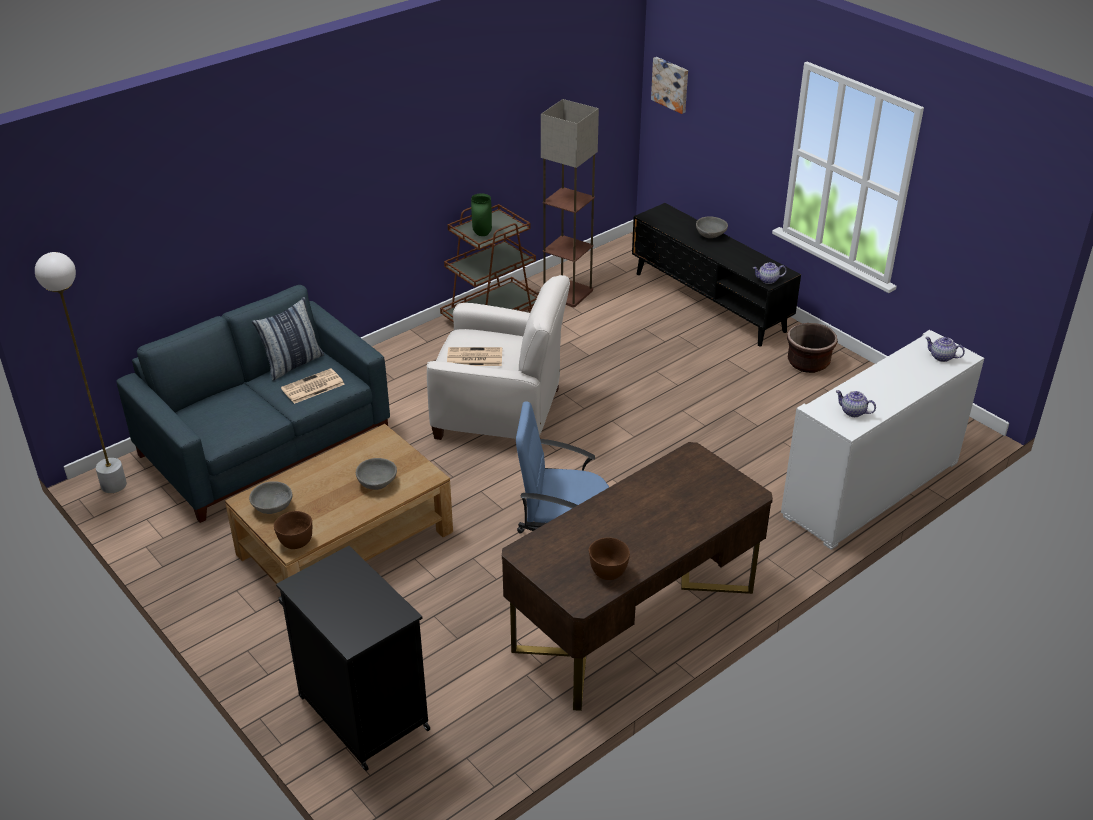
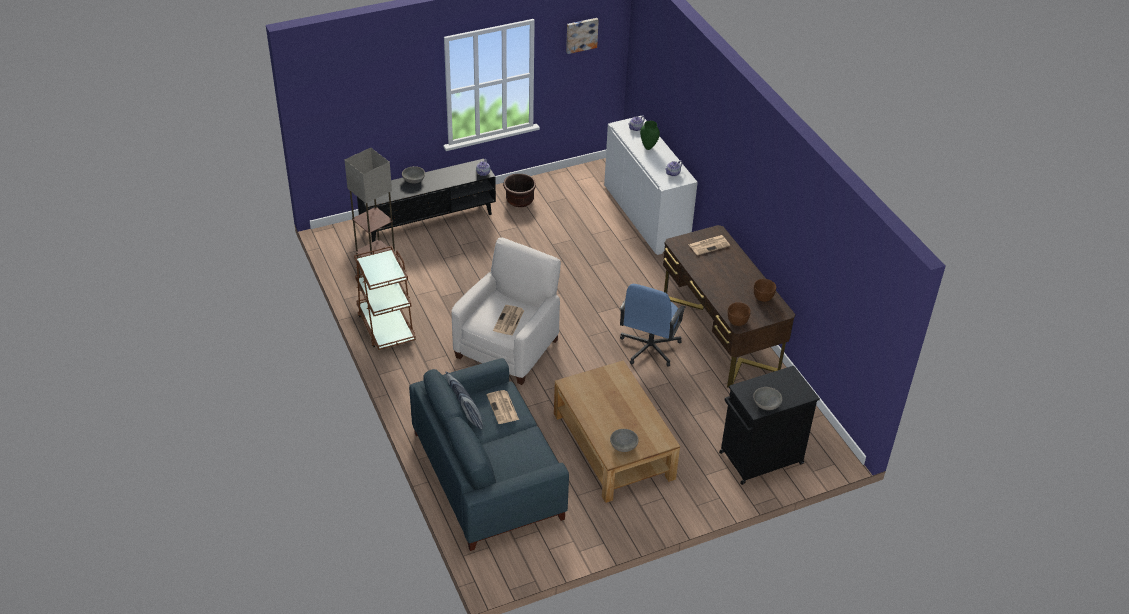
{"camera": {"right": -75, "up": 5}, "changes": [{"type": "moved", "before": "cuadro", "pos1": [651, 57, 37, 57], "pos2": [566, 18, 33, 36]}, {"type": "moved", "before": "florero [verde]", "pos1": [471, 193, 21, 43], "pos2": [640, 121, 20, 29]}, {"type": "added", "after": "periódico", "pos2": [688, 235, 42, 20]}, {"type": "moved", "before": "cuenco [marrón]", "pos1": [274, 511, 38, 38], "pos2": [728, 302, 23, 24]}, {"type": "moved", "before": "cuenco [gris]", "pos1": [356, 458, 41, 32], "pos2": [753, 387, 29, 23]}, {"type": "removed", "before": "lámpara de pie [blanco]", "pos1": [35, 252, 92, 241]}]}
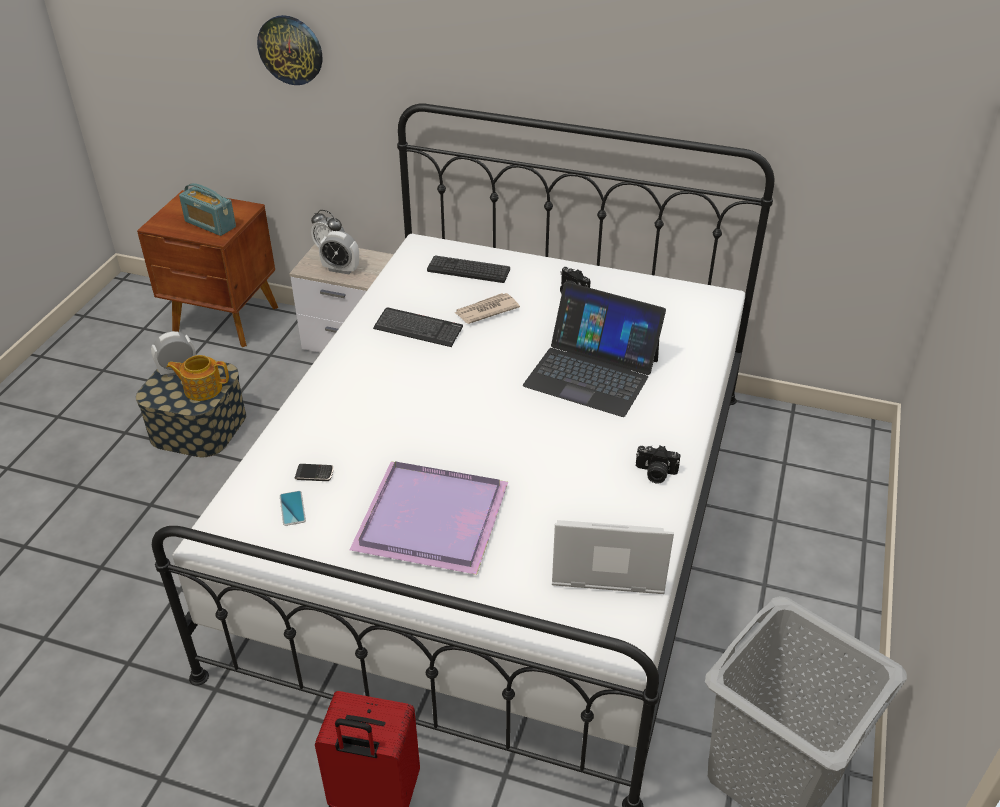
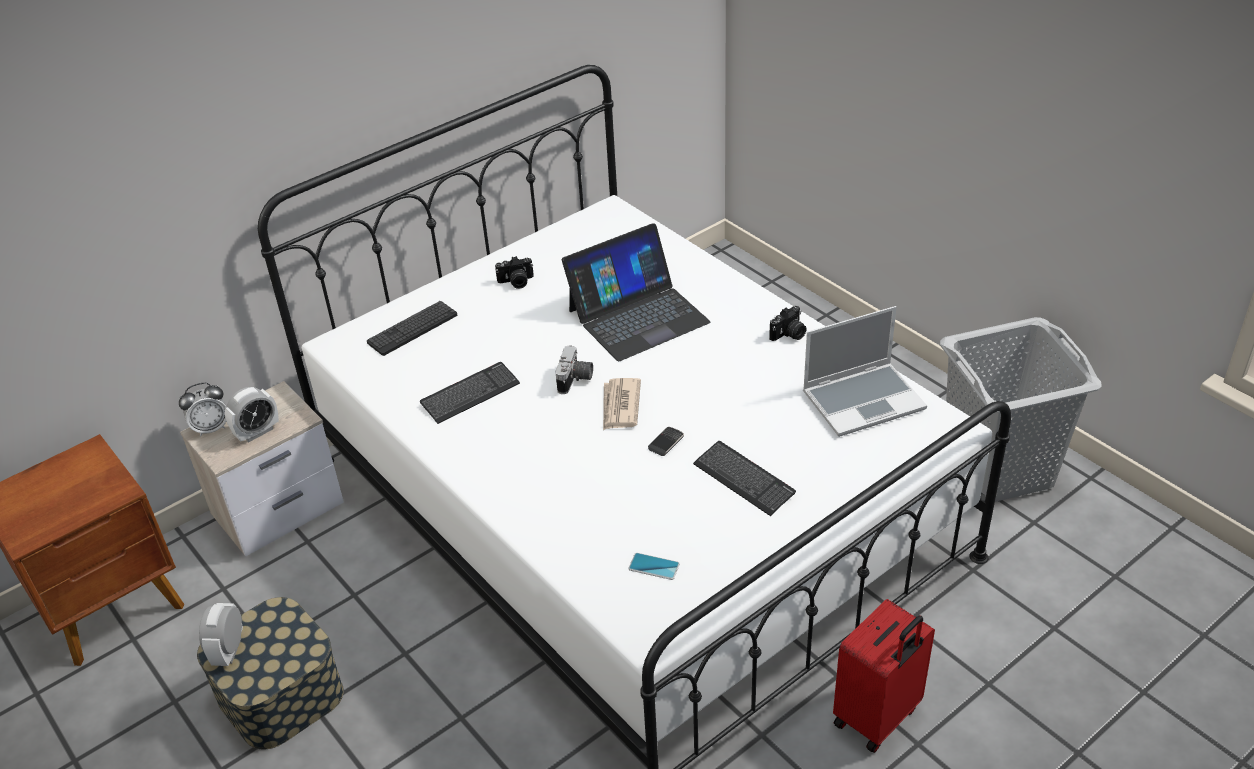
{"camera": {"right": -55, "up": 0}, "changes": [{"type": "added", "after": "cámara", "pos2": [555, 346, 38, 48]}, {"type": "moved", "before": "periódico", "pos1": [455, 293, 65, 31], "pos2": [603, 378, 38, 52]}, {"type": "moved", "before": "móvil", "pos1": [294, 464, 40, 17], "pos2": [648, 427, 36, 29]}, {"type": "replaced", "before": "bandeja [morado]", "after": "teclado", "pos1": [349, 461, 159, 114], "pos2": [693, 441, 103, 75]}, {"type": "turned", "before": "portátil", "pos1": [552, 520, 122, 74], "pos2": [803, 306, 124, 131], "turn": -150}, {"type": "removed", "before": "tetera", "pos1": [167, 355, 62, 46]}, {"type": "removed", "before": "radio", "pos1": [179, 183, 57, 53]}, {"type": "removed", "before": "reloj de pared", "pos1": [257, 15, 65, 70]}]}
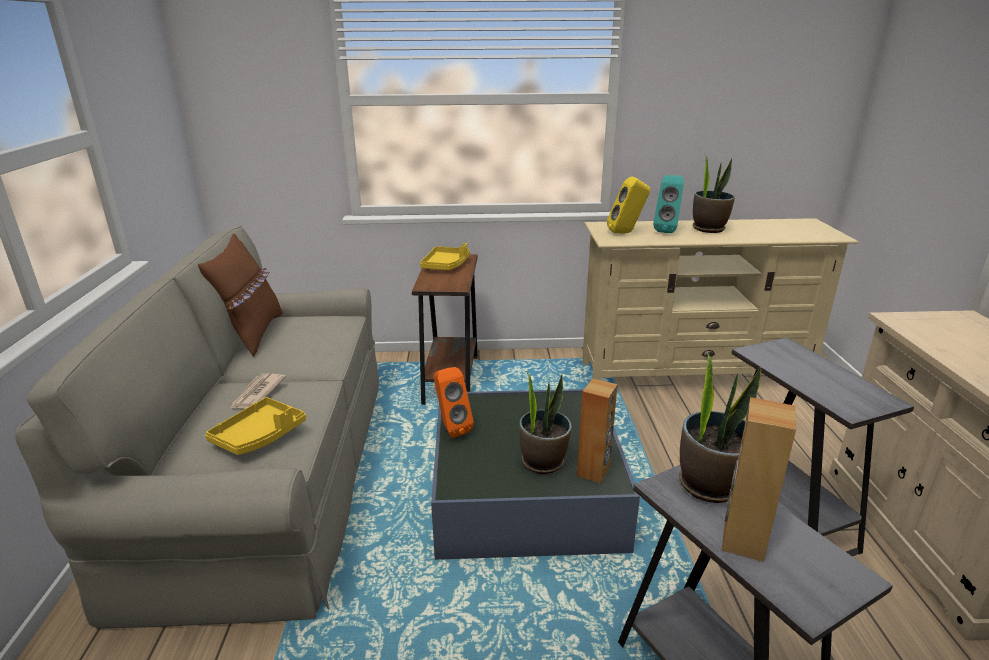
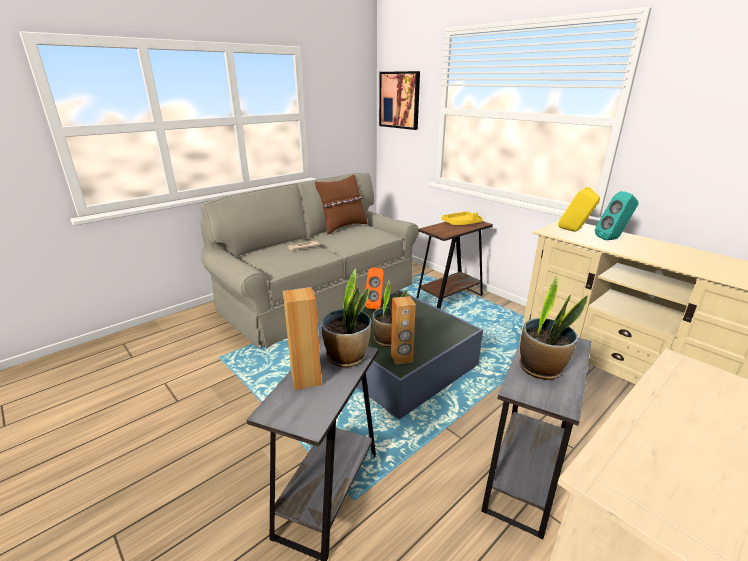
{"camera": {"right": 50, "up": 0}, "changes": [{"type": "added", "after": "cuadro", "pos2": [379, 71, 41, 59]}, {"type": "moved", "before": "planta en maceta", "pos1": [693, 154, 42, 79], "pos2": [519, 276, 69, 104]}, {"type": "removed", "before": "bandeja [amarillo]", "pos1": [205, 397, 101, 58]}]}
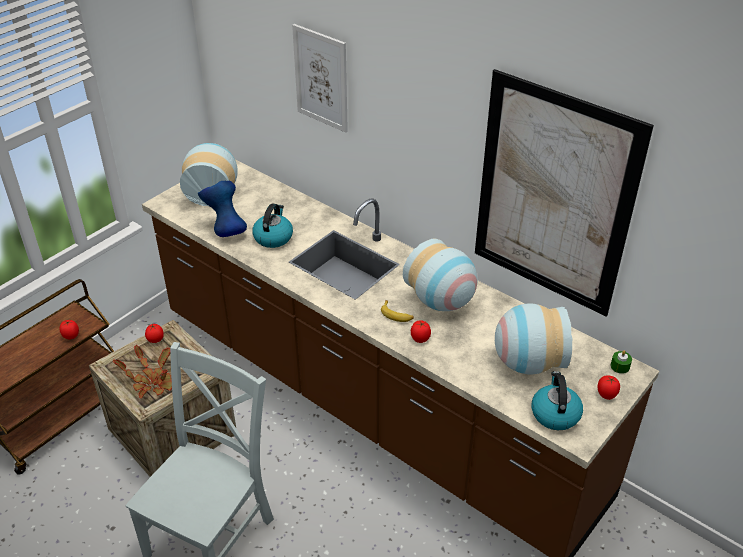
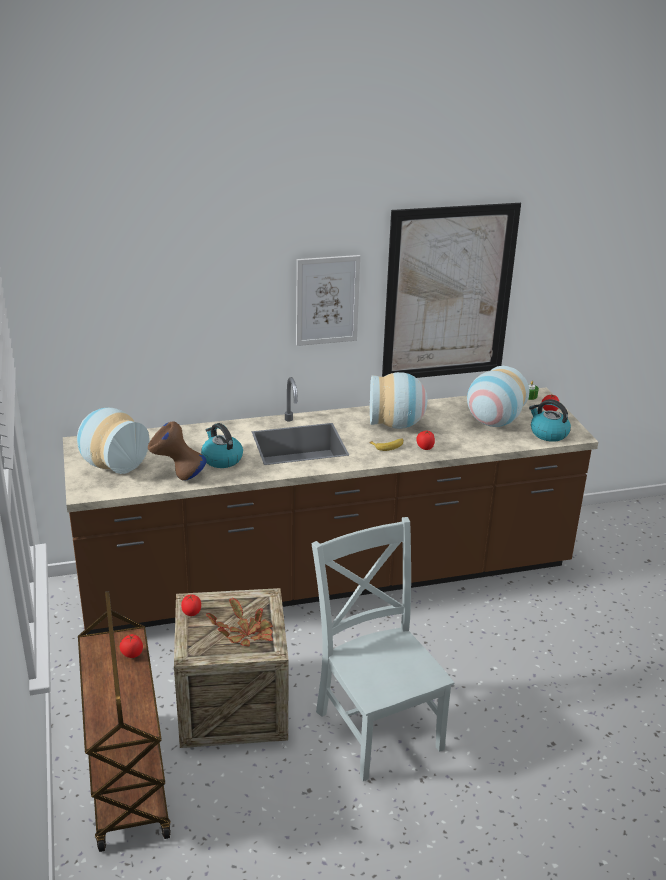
{"camera": {"right": -55, "up": -10}, "changes": [{"type": "recoloured", "before": "florero [azul]", "after": "florero [marrón]", "pos1": [198, 181, 49, 56], "pos2": [148, 421, 59, 60]}, {"type": "moved", "before": "cuadro", "pos1": [292, 24, 56, 109], "pos2": [296, 255, 64, 91]}]}
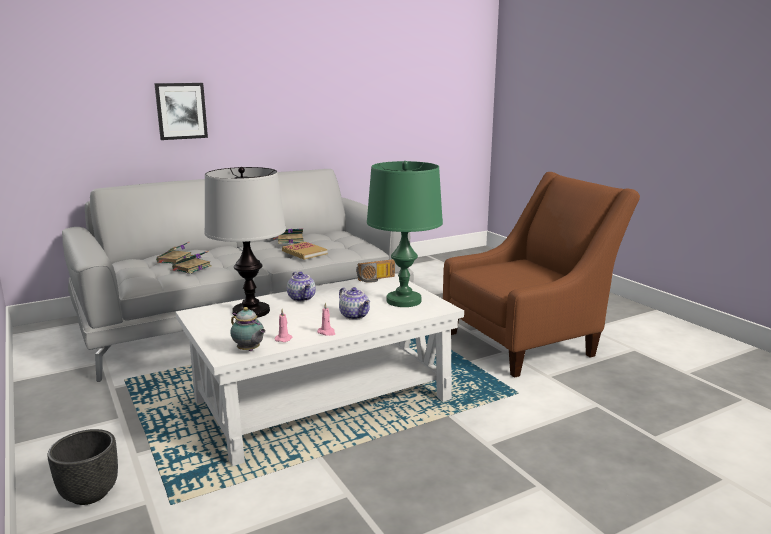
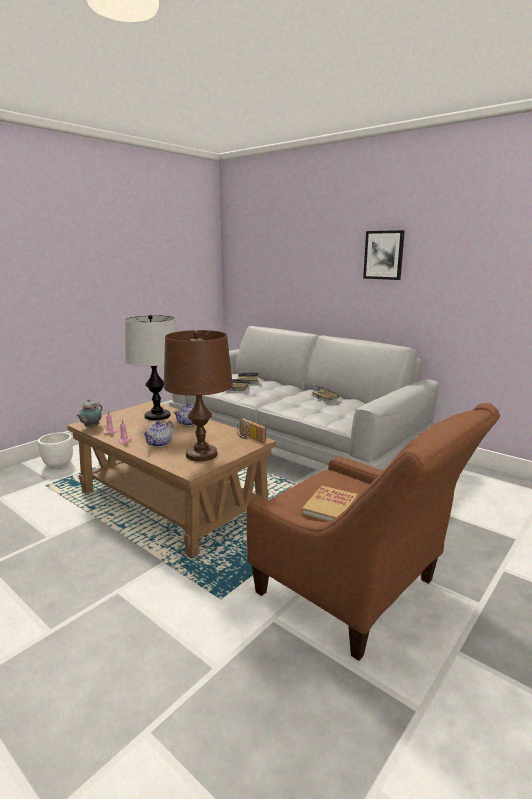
{"camera": {"right": 70, "up": 0}, "changes": [{"type": "recoloured", "before": "maceta [negro]", "after": "maceta [blanco]", "pos1": [47, 429, 71, 76], "pos2": [38, 432, 35, 36]}, {"type": "recoloured", "before": "mesa de centro [blanco]", "after": "mesa de centro [marrón]", "pos1": [175, 274, 289, 192], "pos2": [67, 401, 209, 157]}, {"type": "recoloured", "before": "lámpara de mesa [verde]", "after": "lámpara de mesa [marrón]", "pos1": [367, 161, 76, 146], "pos2": [164, 330, 69, 132]}, {"type": "moved", "before": "libro", "pos1": [282, 242, 46, 18], "pos2": [301, 486, 57, 35]}, {"type": "moved", "before": "cuadro", "pos1": [154, 83, 54, 57], "pos2": [363, 230, 42, 50]}]}
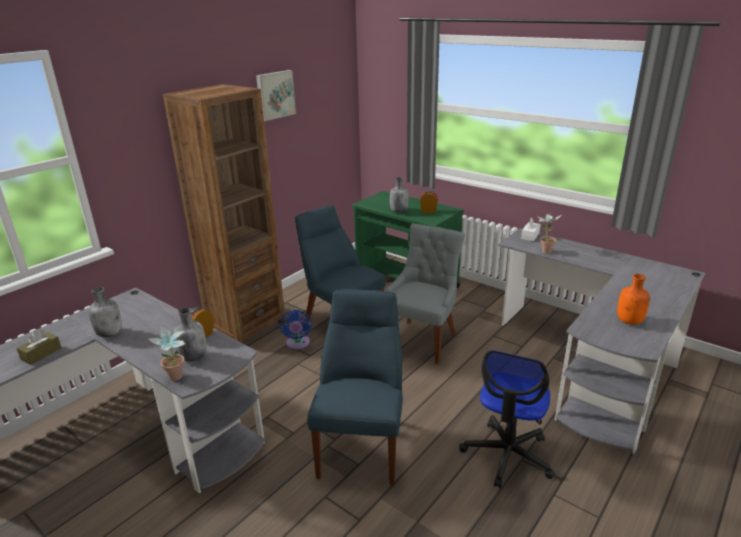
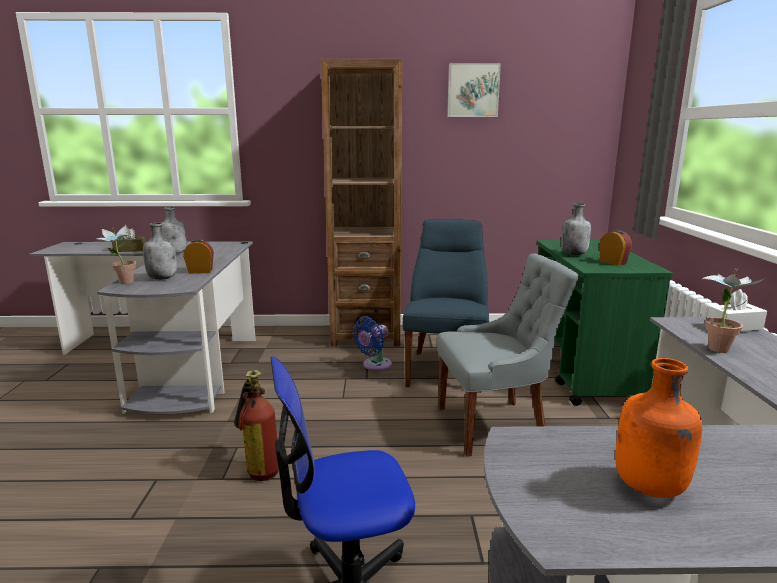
{"camera": {"right": 50, "up": -10}, "changes": [{"type": "replaced", "before": "silla [azul]", "after": "extintor", "pos1": [308, 289, 95, 197], "pos2": [234, 370, 45, 111]}]}
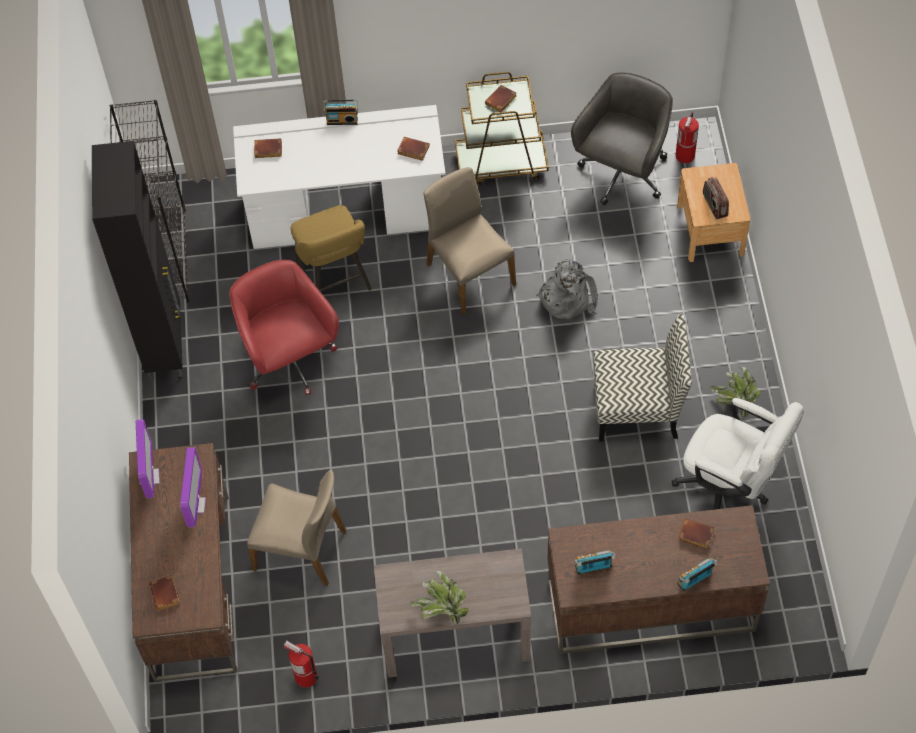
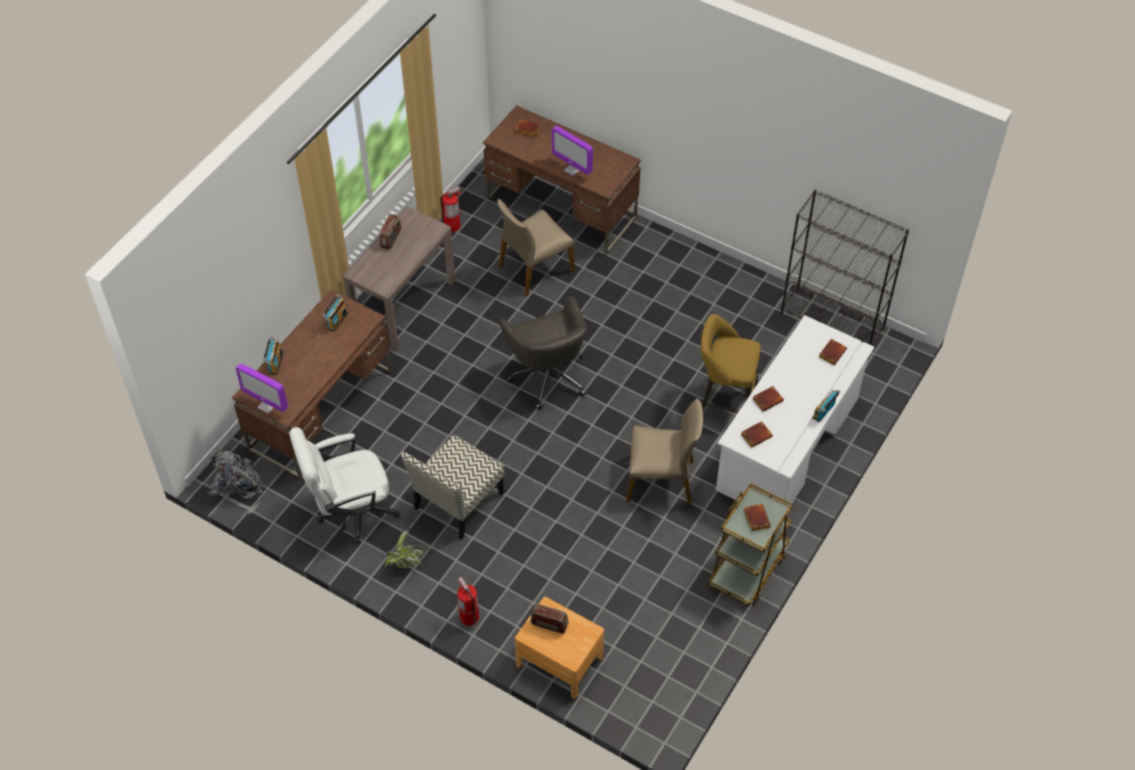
{"camera": {"right": 125, "up": -5}, "changes": [{"type": "moved", "before": "mochila [gris]", "pos1": [535, 259, 63, 60], "pos2": [207, 450, 57, 64]}, {"type": "moved", "before": "monitor", "pos1": [136, 419, 24, 79], "pos2": [236, 363, 52, 50]}, {"type": "replaced", "before": "planta en maceta", "after": "radio", "pos1": [409, 571, 61, 54], "pos2": [379, 214, 22, 36]}, {"type": "moved", "before": "extintor", "pos1": [676, 112, 23, 51], "pos2": [457, 577, 22, 49]}, {"type": "moved", "before": "silla de oficina [gris]", "pos1": [571, 72, 102, 133], "pos2": [499, 296, 88, 114]}, {"type": "moved", "before": "libro [marrón]", "pos1": [678, 519, 37, 30], "pos2": [753, 386, 31, 26]}, {"type": "removed", "before": "armario [negro]", "pos1": [92, 141, 91, 240]}, {"type": "removed", "before": "silla de oficina [rojo]", "pos1": [229, 260, 110, 135]}]}
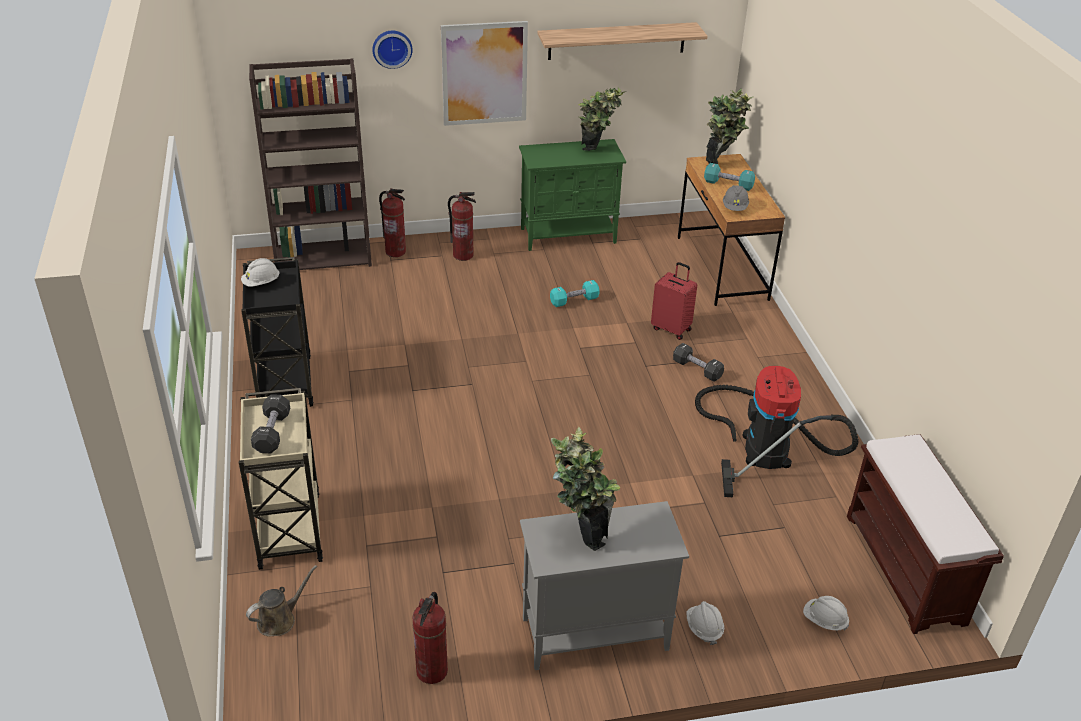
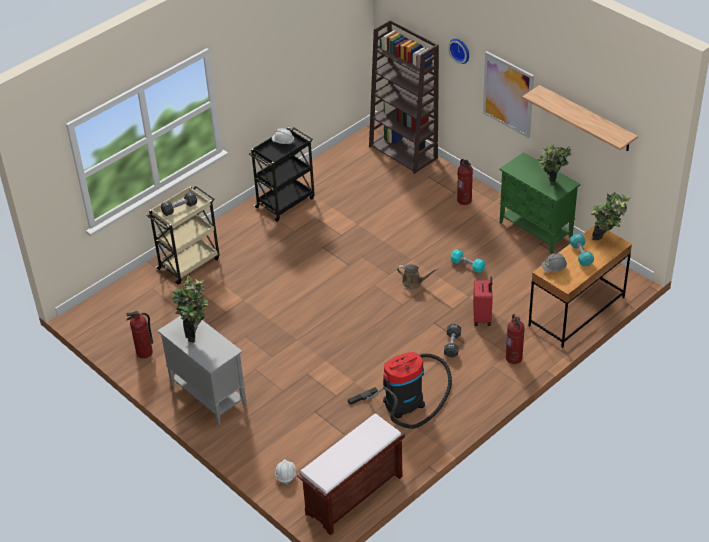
{"camera": {"right": 60, "up": 5}, "changes": [{"type": "moved", "before": "regadera [marrón]", "pos1": [246, 565, 72, 72], "pos2": [397, 264, 42, 25]}, {"type": "moved", "before": "extintor", "pos1": [379, 188, 27, 69], "pos2": [506, 314, 19, 50]}, {"type": "removed", "before": "casco [blanco]", "pos1": [686, 601, 38, 44]}]}
